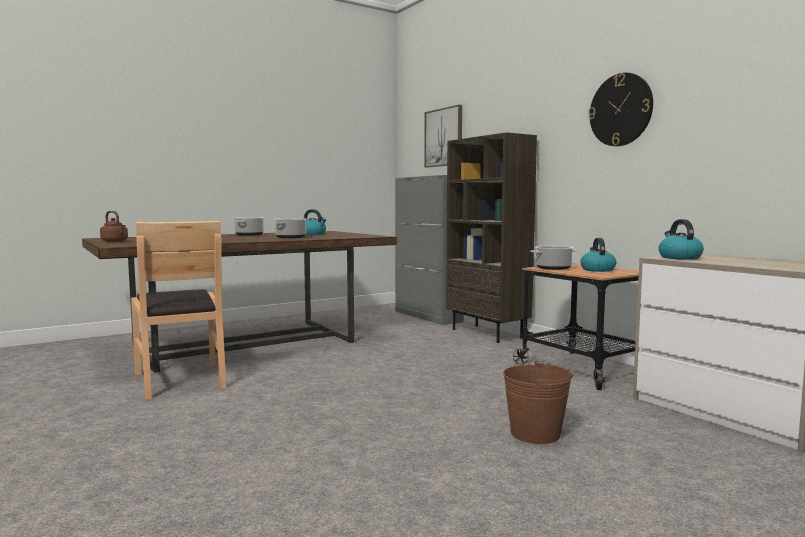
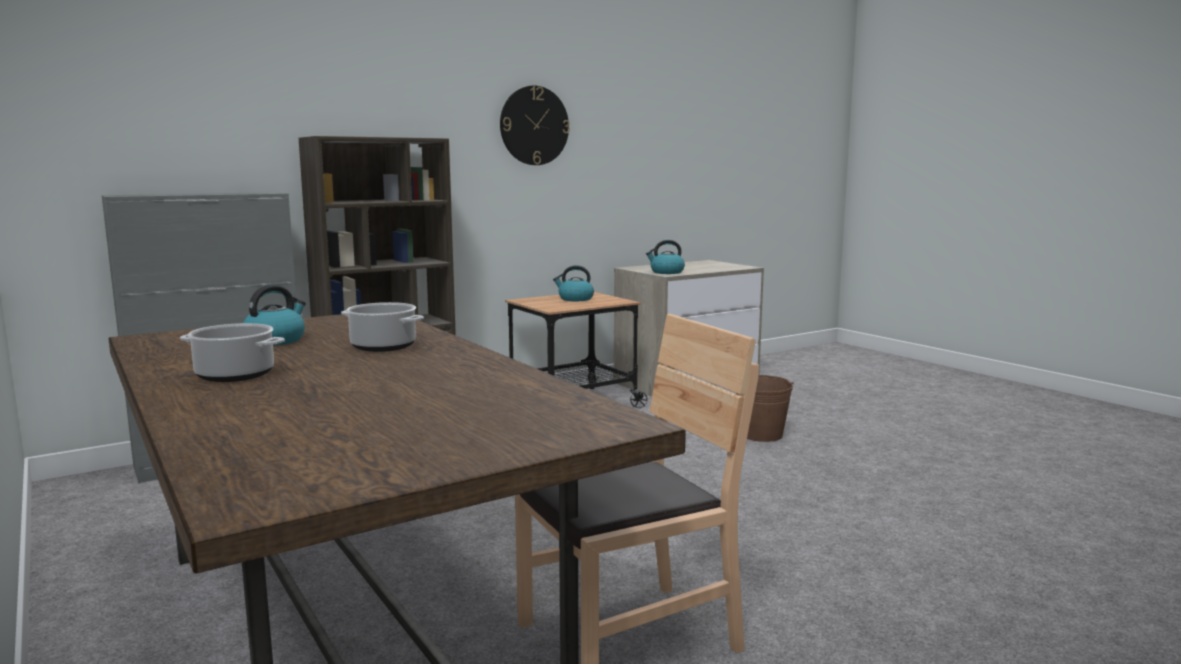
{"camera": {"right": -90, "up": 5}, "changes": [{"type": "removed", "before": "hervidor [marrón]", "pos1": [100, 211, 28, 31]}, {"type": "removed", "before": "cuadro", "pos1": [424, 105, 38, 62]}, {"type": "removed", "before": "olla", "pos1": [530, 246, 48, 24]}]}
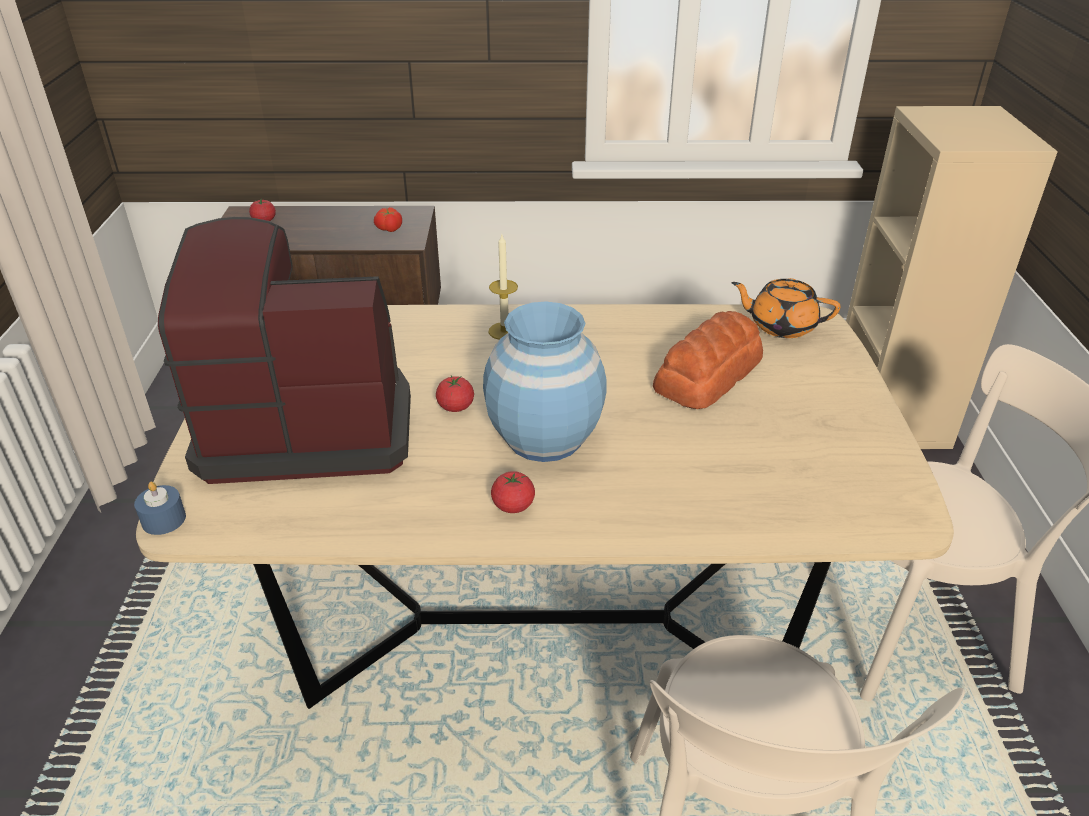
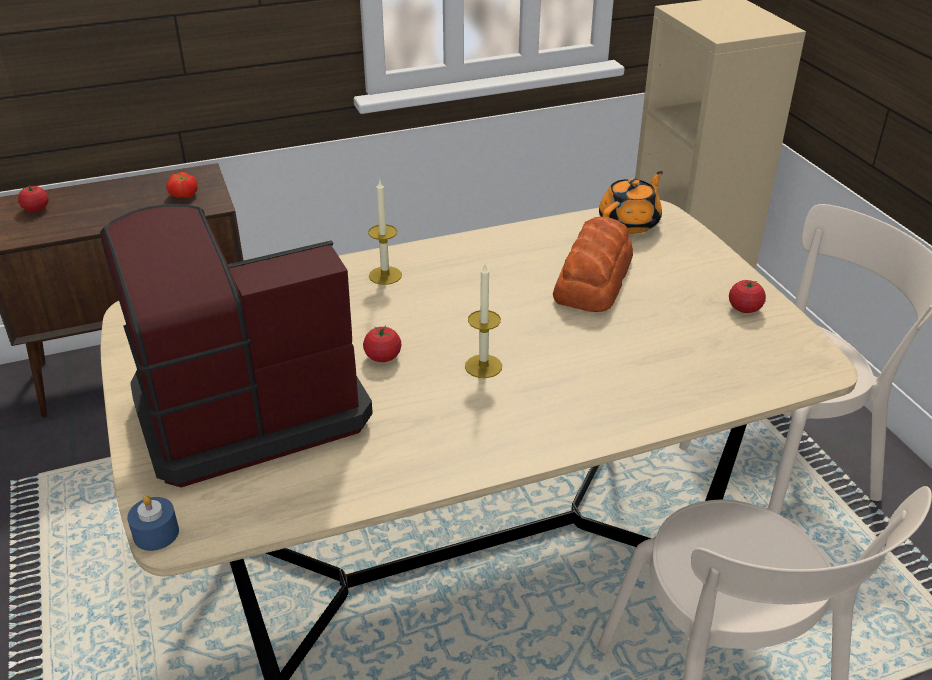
{"camera": {"right": -20, "up": 0}, "changes": [{"type": "replaced", "before": "florero [azul]", "after": "vela", "pos1": [483, 302, 124, 160], "pos2": [465, 264, 37, 114]}, {"type": "turned", "before": "tetera [naranja]", "pos1": [731, 278, 110, 60], "pos2": [599, 171, 64, 63], "turn": 135}, {"type": "moved", "before": "tomate", "pos1": [491, 471, 44, 42], "pos2": [729, 280, 37, 33]}]}
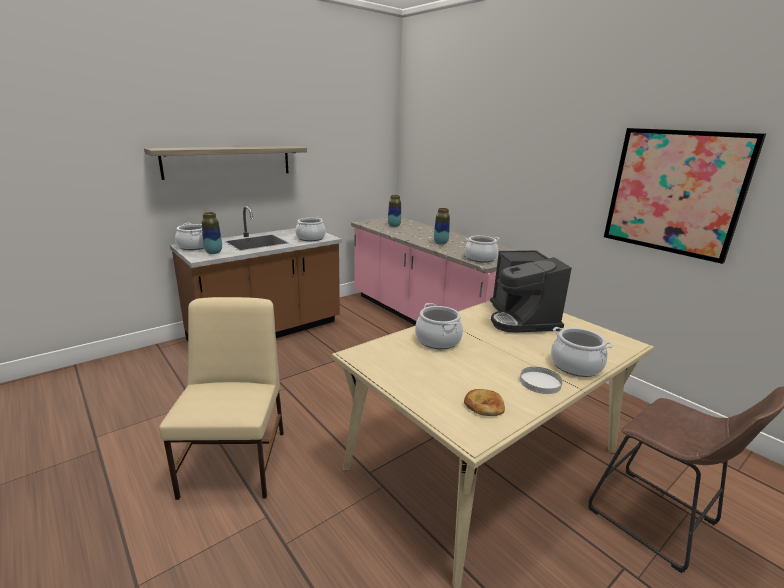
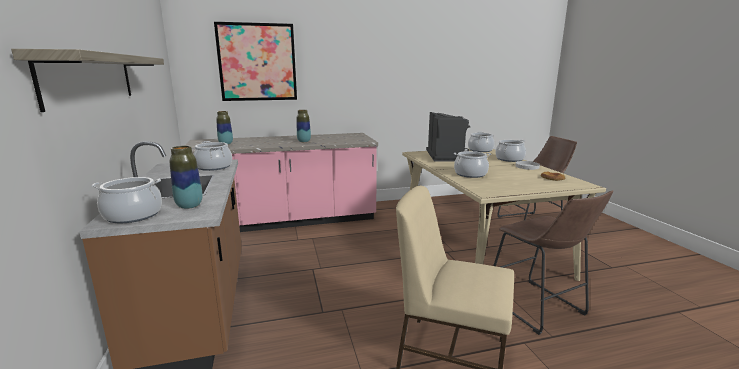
{"camera": {"right": -65, "up": -5}, "changes": [{"type": "moved", "before": "cuadro", "pos1": [604, 128, 162, 136], "pos2": [214, 22, 83, 79]}, {"type": "turned", "before": "cafetera", "pos1": [490, 250, 82, 83], "pos2": [426, 112, 44, 50], "turn": -105}, {"type": "moved", "before": "olla", "pos1": [465, 236, 35, 27], "pos2": [468, 132, 27, 20]}, {"type": "added", "after": "taburete [marrón]", "pos2": [493, 190, 120, 145]}]}
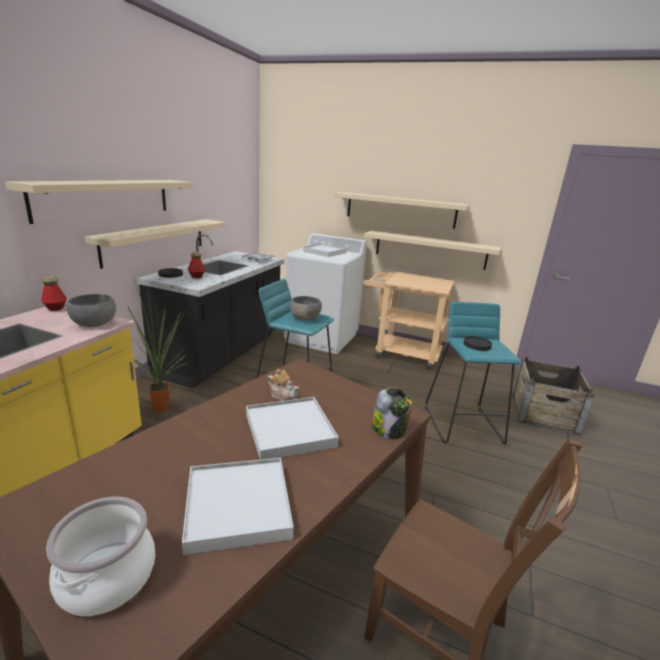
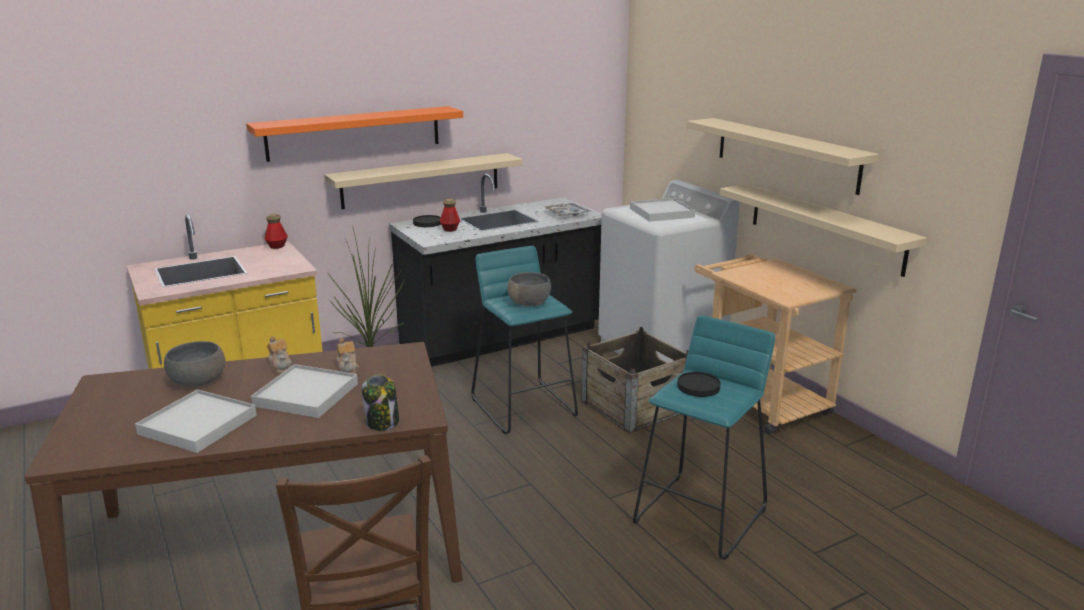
{"camera": {"right": 40, "up": 0}, "changes": [{"type": "moved", "before": "cuenco [gris]", "pos1": [67, 294, 49, 33], "pos2": [164, 341, 61, 47]}, {"type": "recoloured", "before": "estante [beis]", "after": "estante [naranja]", "pos1": [5, 180, 188, 44], "pos2": [246, 106, 217, 56]}, {"type": "added", "after": "tetera", "pos2": [267, 336, 25, 38]}, {"type": "moved", "before": "caja de embalaje", "pos1": [513, 356, 82, 79], "pos2": [582, 327, 106, 107]}, {"type": "removed", "before": "olla", "pos1": [46, 497, 109, 119]}]}
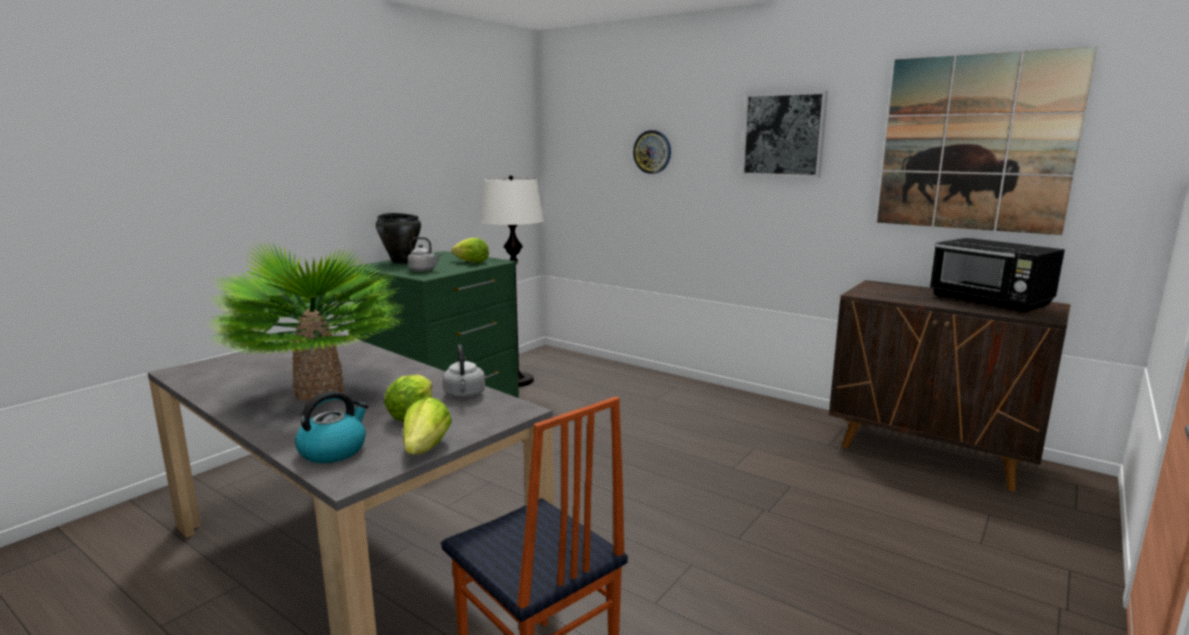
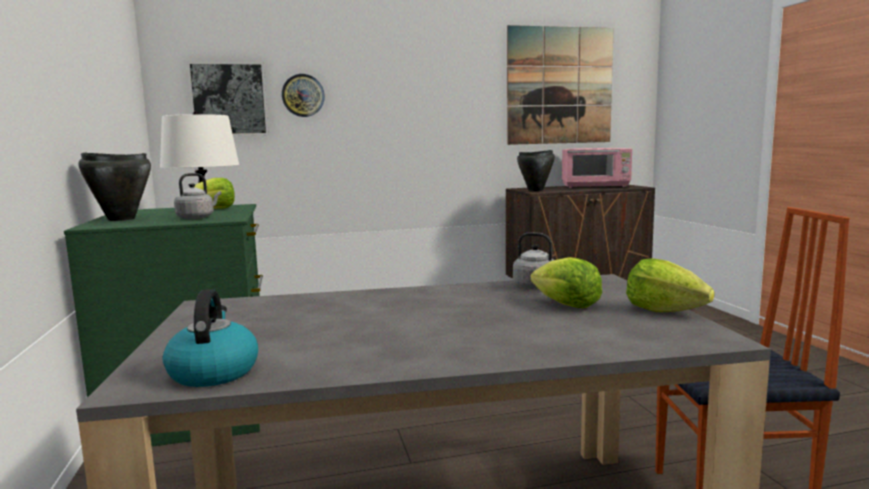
{"camera": {"right": -50, "up": -5}, "changes": [{"type": "moved", "before": "hervidor", "pos1": [295, 391, 73, 72], "pos2": [163, 289, 95, 98]}, {"type": "moved", "before": "cuadro", "pos1": [741, 90, 87, 88], "pos2": [186, 61, 83, 75]}, {"type": "added", "after": "olla [negro]", "pos2": [517, 150, 38, 41]}, {"type": "recoloured", "before": "microondas [negro]", "after": "microondas [rosa]", "pos1": [929, 238, 136, 75], "pos2": [562, 148, 70, 40]}, {"type": "removed", "before": "planta en maceta", "pos1": [209, 241, 196, 160]}]}
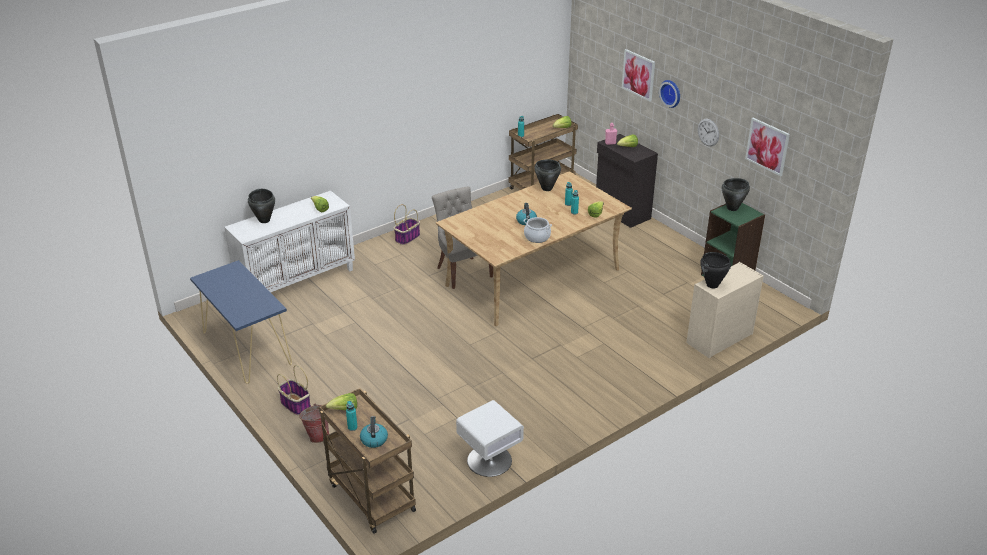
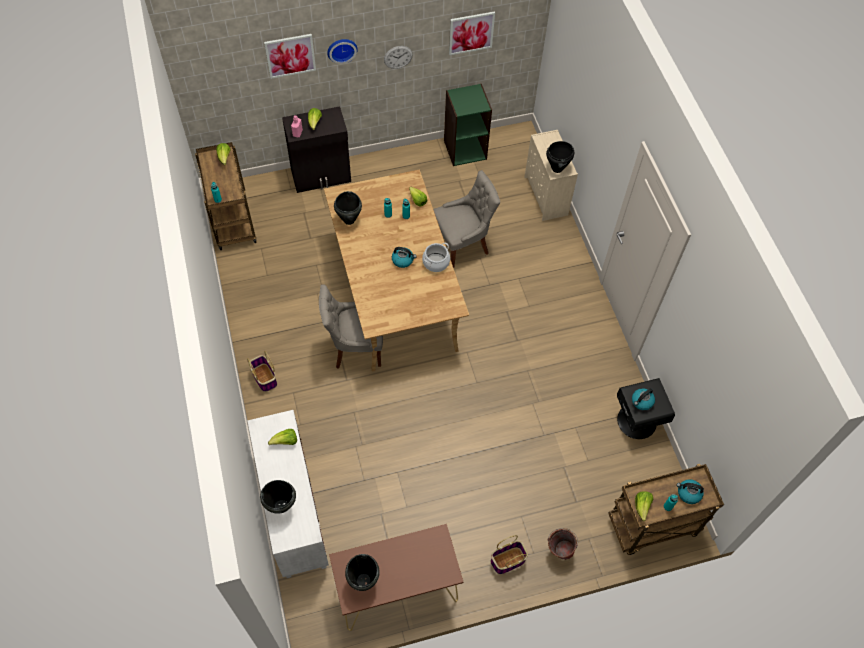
{"camera": {"right": -70, "up": 25}, "changes": [{"type": "recoloured", "before": "mesa consola [azul]", "after": "mesa consola [marrón]", "pos1": [190, 260, 102, 124], "pos2": [329, 524, 134, 107]}, {"type": "moved", "before": "olla [negro]", "pos1": [722, 178, 28, 33], "pos2": [345, 554, 35, 37]}, {"type": "added", "after": "silla [gris]", "pos2": [433, 170, 67, 98]}, {"type": "recoloured", "before": "mesita de noche [blanco]", "after": "mesita de noche [negro]", "pos1": [456, 400, 68, 77], "pos2": [617, 378, 58, 61]}, {"type": "added", "after": "hervidor", "pos2": [632, 388, 23, 22]}]}
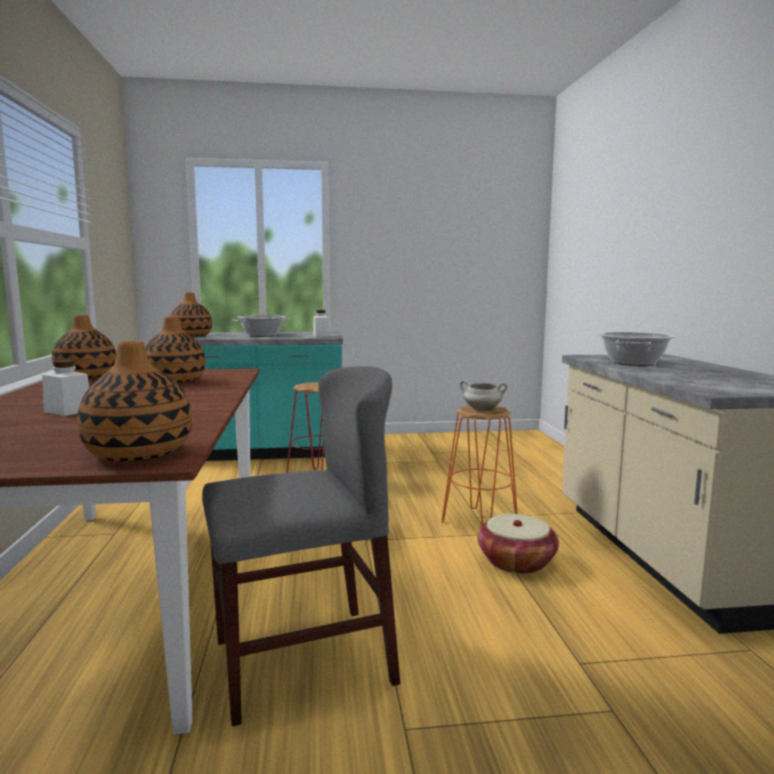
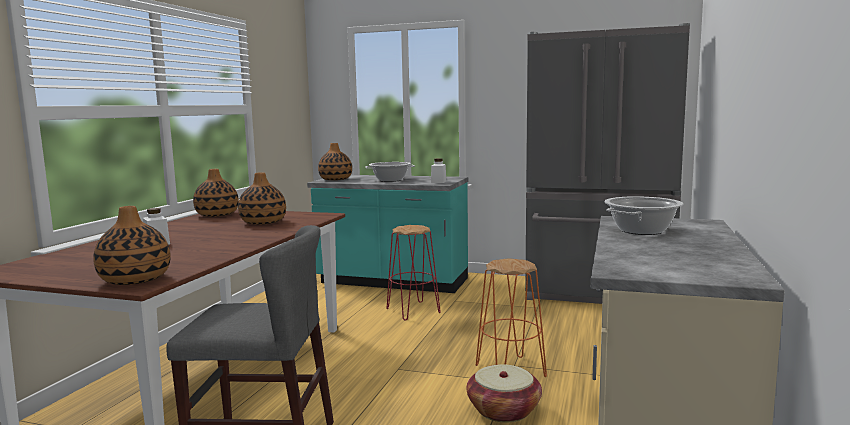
{"camera": {"right": 25, "up": 0}, "changes": [{"type": "added", "after": "nevera [gris]", "pos2": [525, 23, 165, 281]}, {"type": "removed", "before": "olla [blanco]", "pos1": [460, 380, 48, 32]}]}
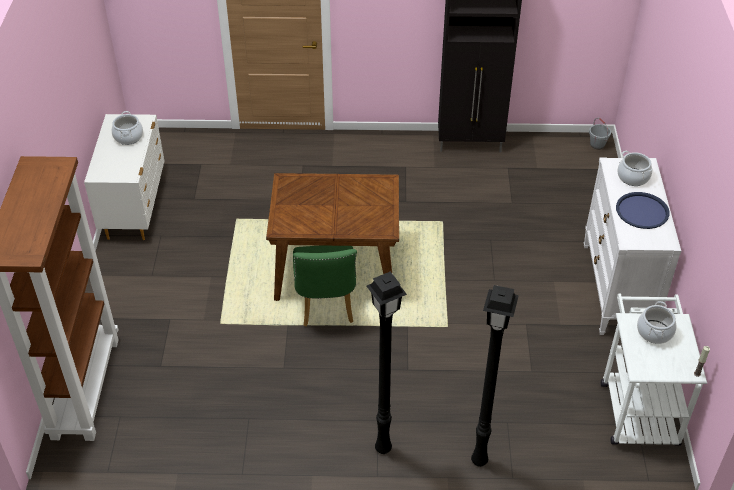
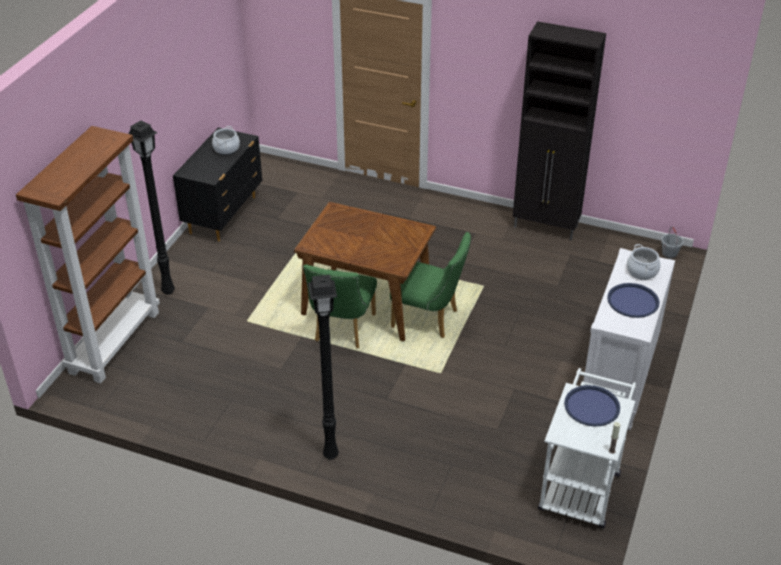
{"camera": {"right": 20, "up": -5}, "changes": [{"type": "moved", "before": "lámpara de pie [negro]", "pos1": [471, 285, 48, 182], "pos2": [129, 120, 46, 175]}, {"type": "recoloured", "before": "cómoda [blanco]", "after": "cómoda [negro]", "pos1": [84, 114, 81, 126], "pos2": [173, 127, 90, 114]}, {"type": "added", "after": "silla [verde]", "pos2": [390, 232, 81, 106]}, {"type": "replaced", "before": "olla", "after": "bandeja [azul]", "pos1": [637, 301, 39, 43], "pos2": [564, 385, 56, 42]}]}
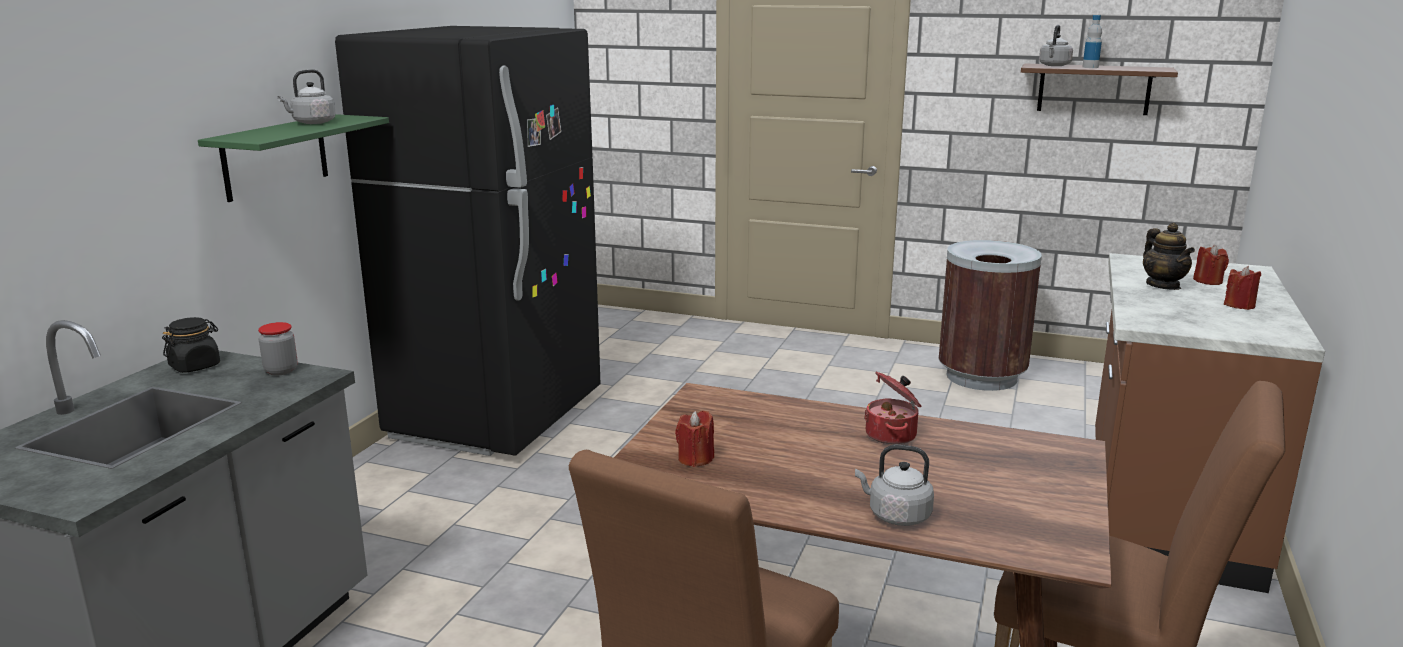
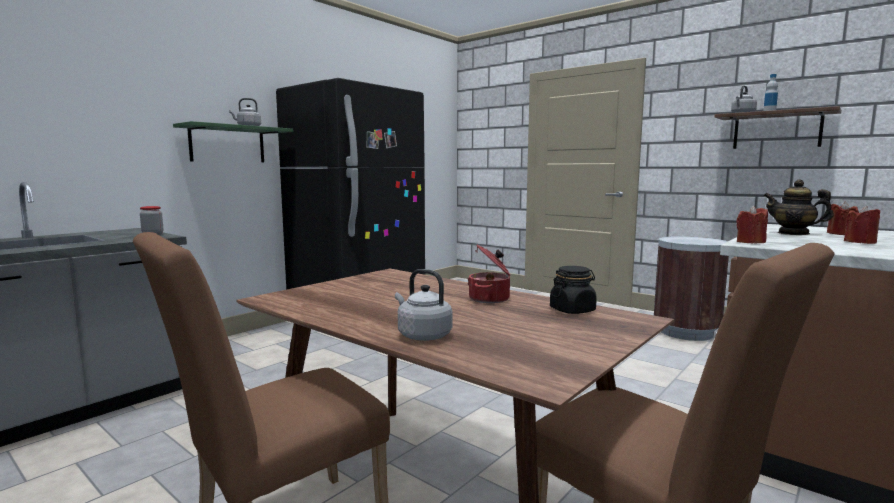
{"camera": {"right": 20, "up": -10}, "changes": [{"type": "moved", "before": "tarro [negro]", "pos1": [162, 317, 58, 56], "pos2": [550, 266, 47, 48]}, {"type": "moved", "before": "vela [rojo]", "pos1": [675, 411, 39, 56], "pos2": [736, 205, 32, 38]}, {"type": "turned", "before": "tetera", "pos1": [1143, 223, 52, 67], "pos2": [764, 179, 70, 56], "turn": 120}]}
